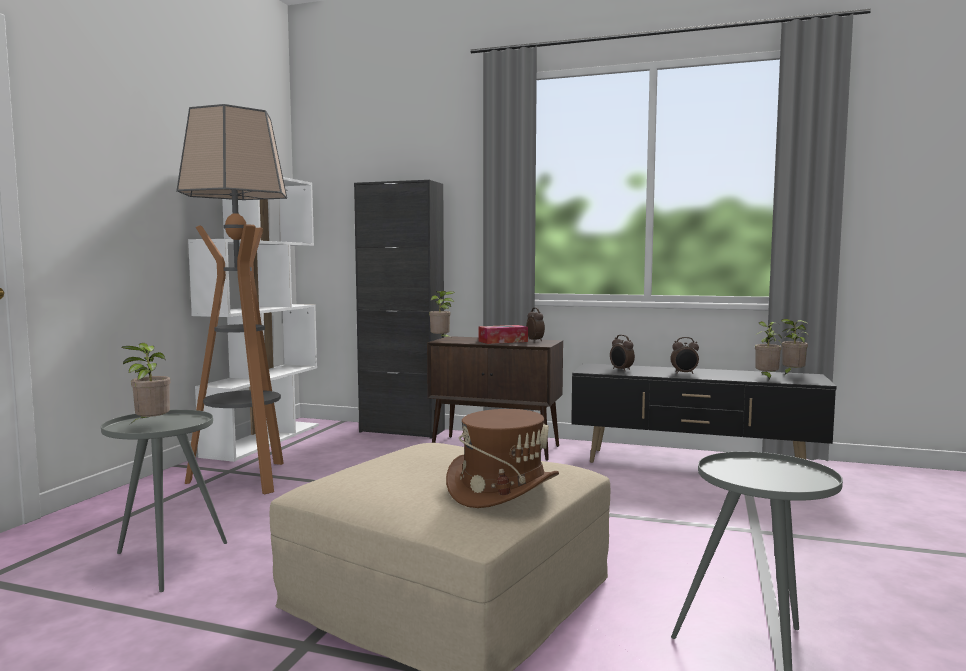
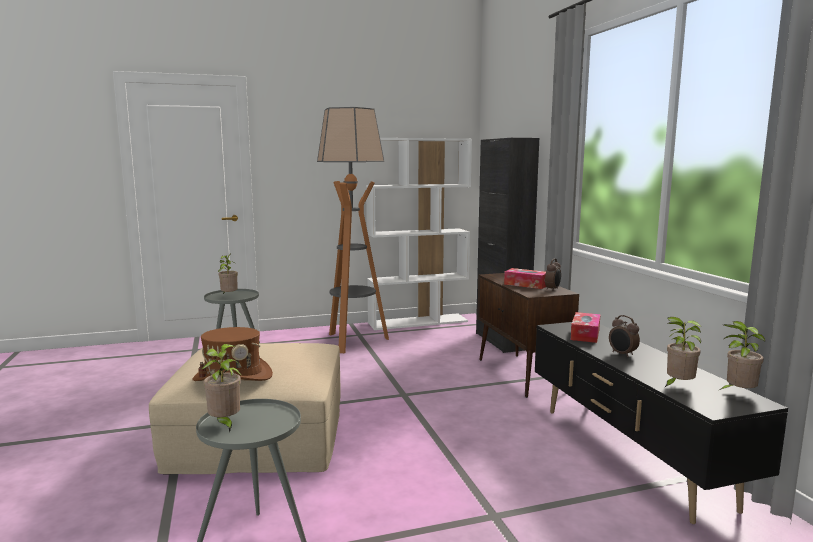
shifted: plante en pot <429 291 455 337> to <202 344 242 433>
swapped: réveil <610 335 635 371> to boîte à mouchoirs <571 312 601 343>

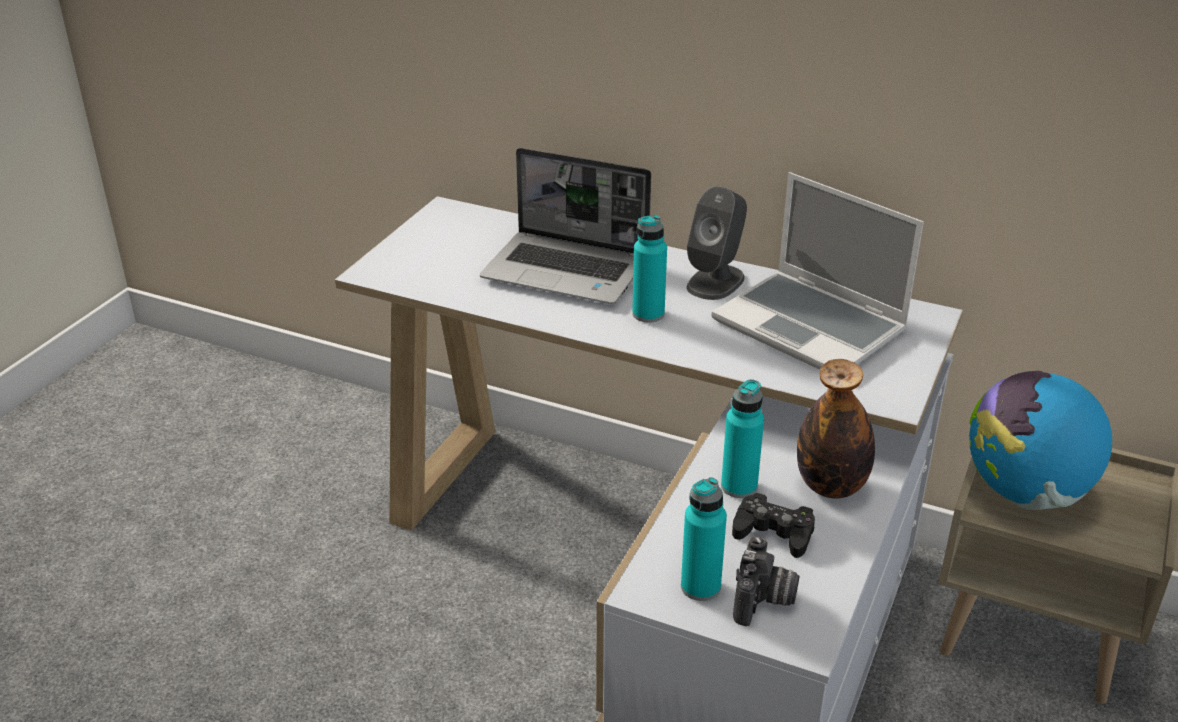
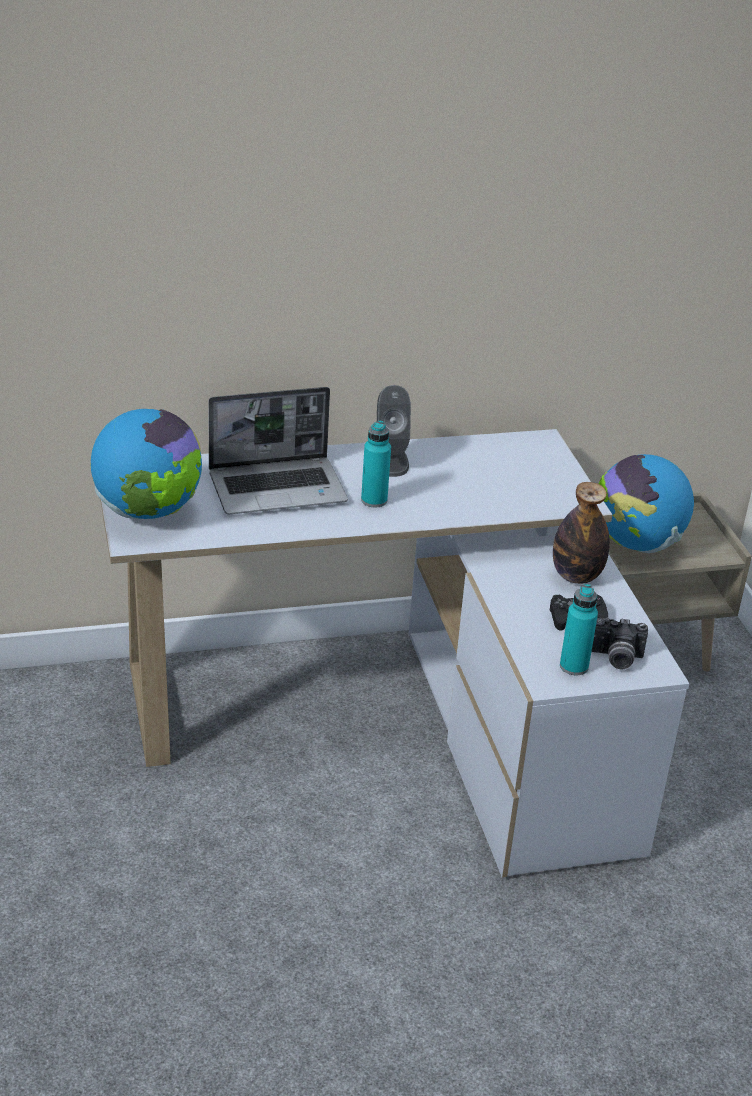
gone: ordinateur portable <712 172 924 370>; bouteille [turquoise] <721 379 764 498>
new: globe <91 409 202 519>
rotated: appareil photo <733 536 799 626> = <591 618 648 669> 120 degrees clockwise

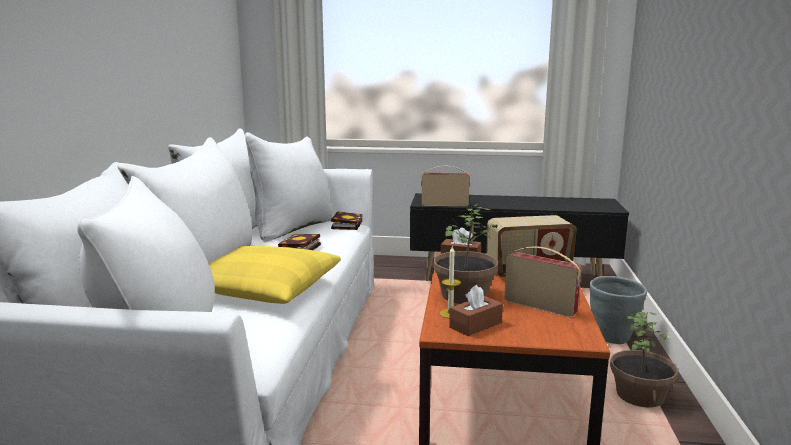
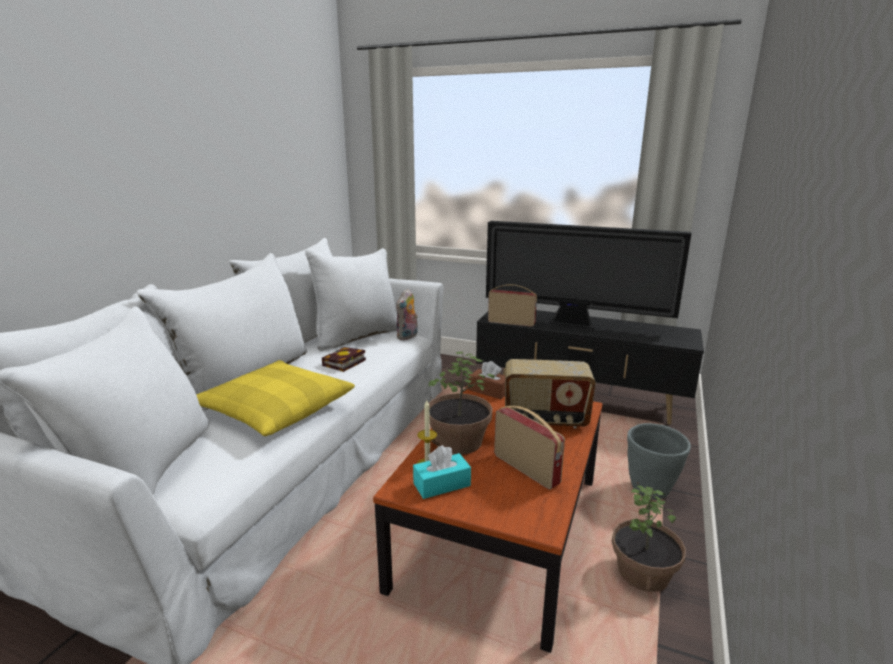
new: téléviseur <486 221 691 328>
swapped: livre <331 211 362 230> to peluche <396 288 418 340>
repainted: boîte à mouchoirs [marron] <449 285 503 336> to boîte à mouchoirs [turquoise] <413 445 471 499>

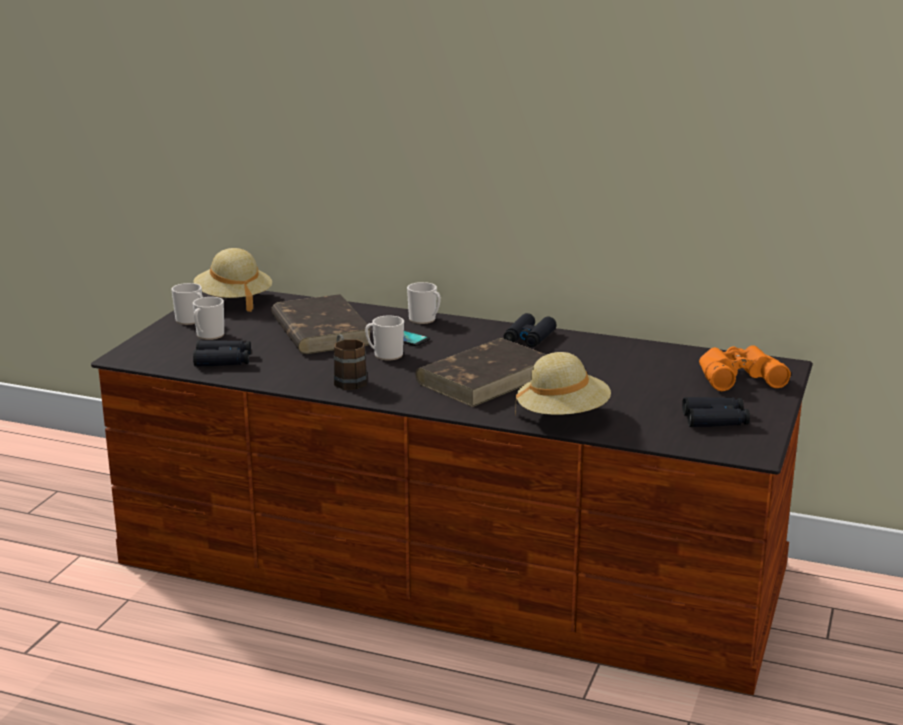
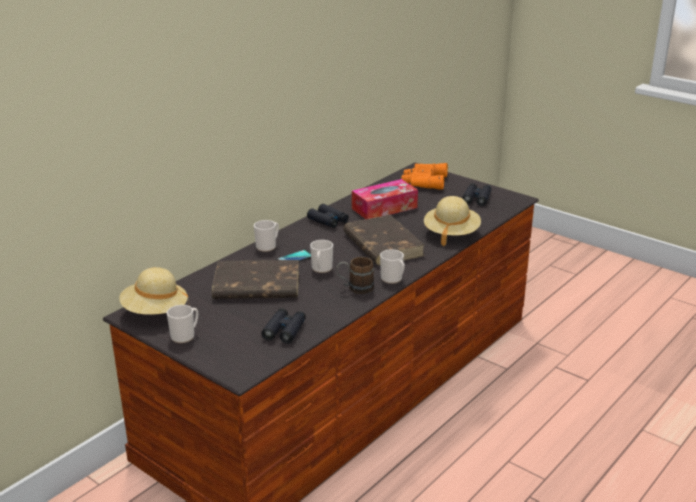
new: boîte à mouchoirs <352 179 418 219>
shifted: mug <193 297 224 340> to <380 250 405 284>

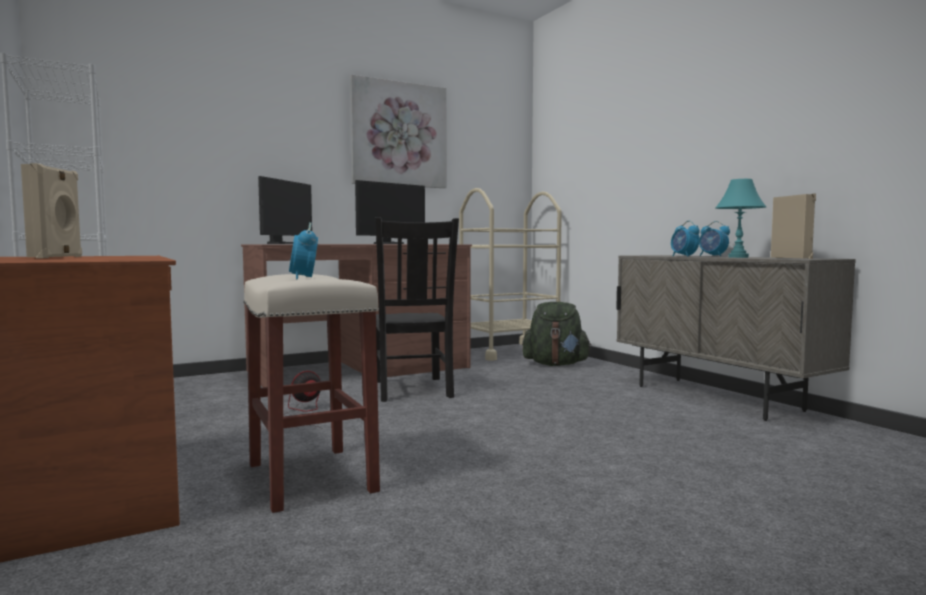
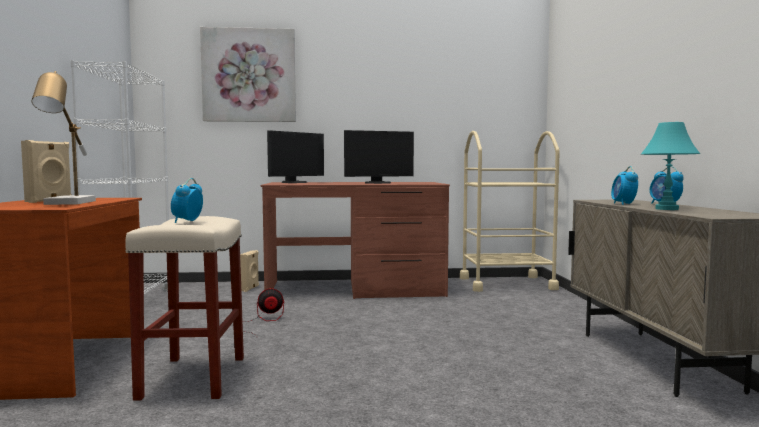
gone: chaise [noir] <375 217 459 402>; sac à dos [vert] <522 302 591 366>
new: lampe de table <32 71 96 205>
shifted: tableau <350 74 447 188> to <200 27 296 122>; enceinte [beige] <771 194 816 259> to <240 250 259 292>

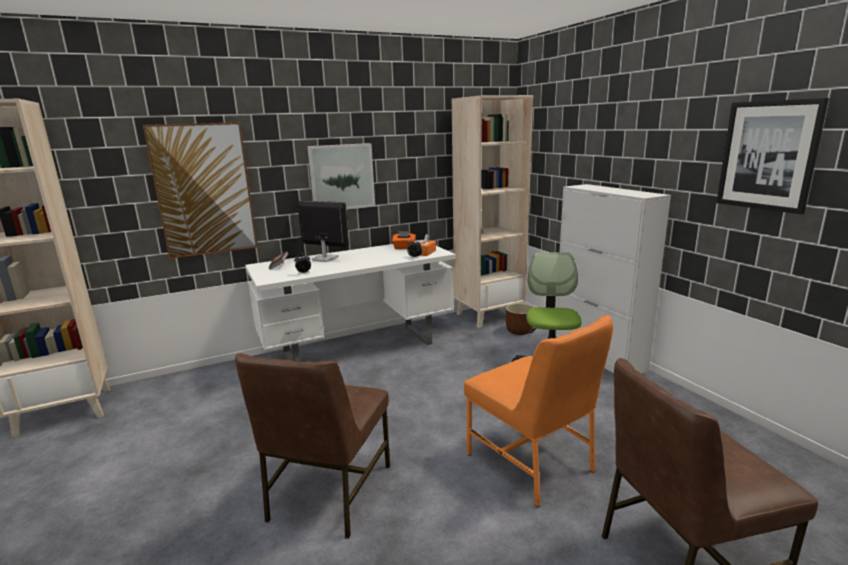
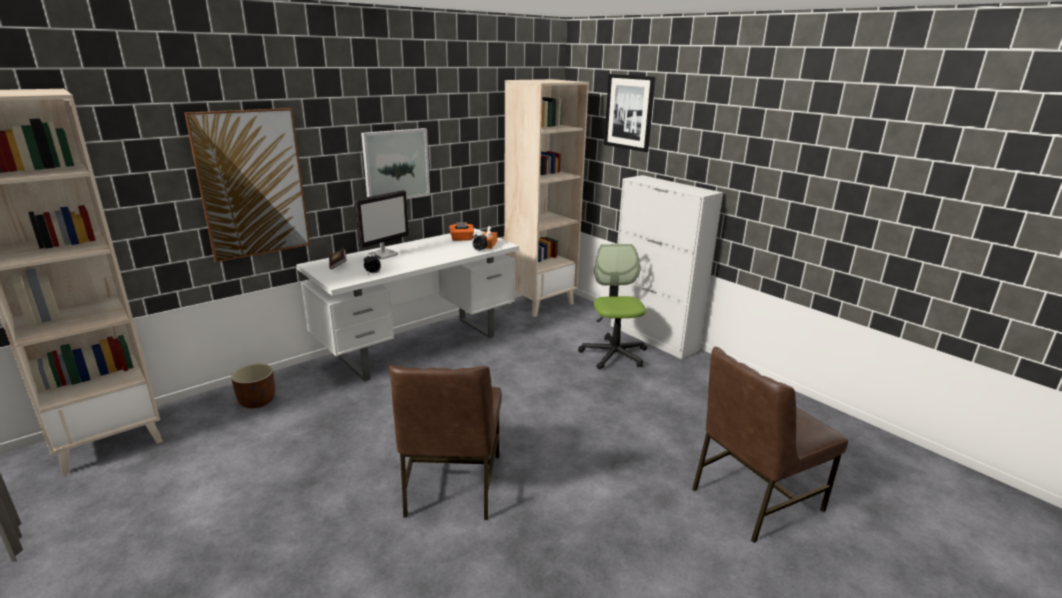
gone: chaise [orange] <464 315 613 507>
shifted: tableau <716 98 829 214> to <604 74 655 152>; cache-pot [marron] <506 303 534 335> to <231 364 275 409>
rotated: écran d'ordinateur <297 200 349 262> = <354 190 409 259> 120 degrees clockwise

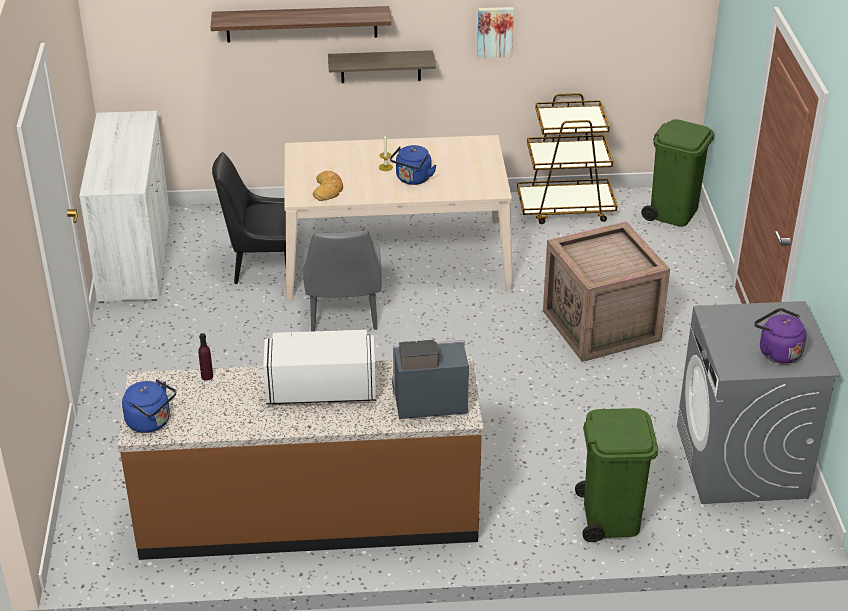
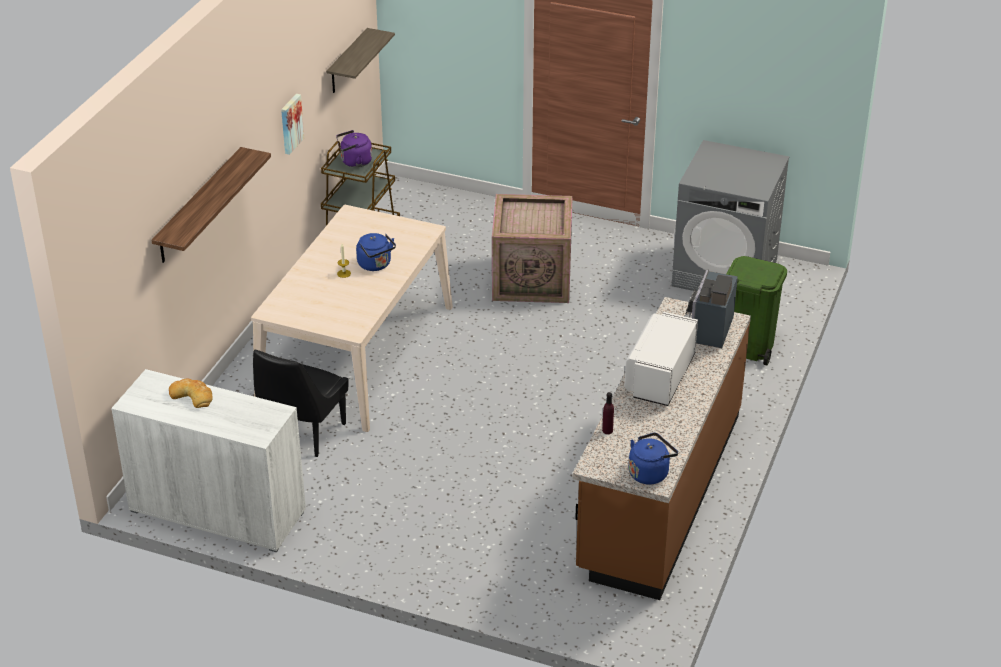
gone: poubelle [vert] <641 119 714 227>; chaise [gris] <303 231 382 332>
shifted: étagère <328 50 436 83> to <326 28 395 93>; pain <313 171 343 201> to <169 379 213 408>; bouilloire [violet] <754 308 806 364> to <336 130 372 167>

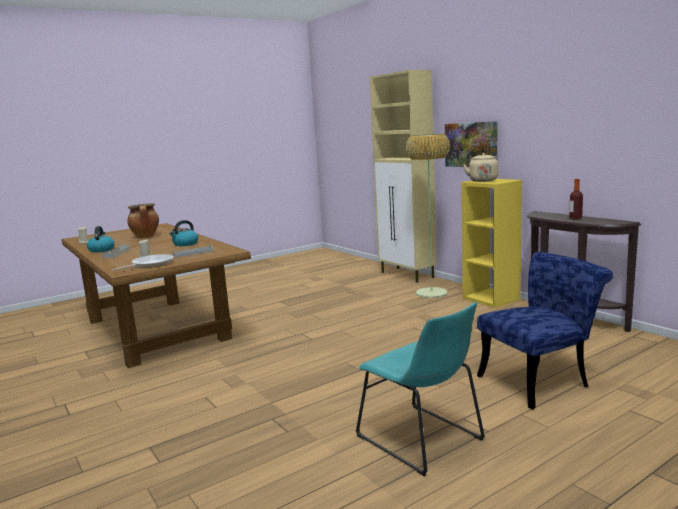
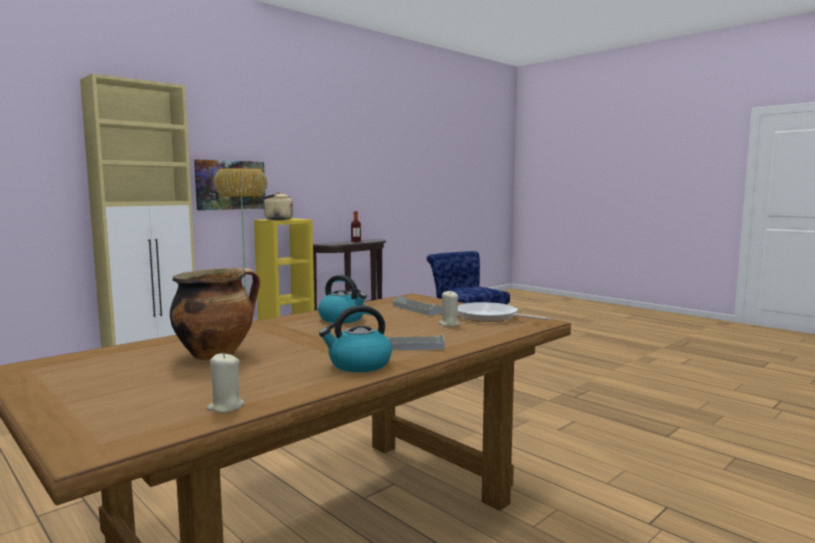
gone: chaise [turquoise] <356 302 485 476>

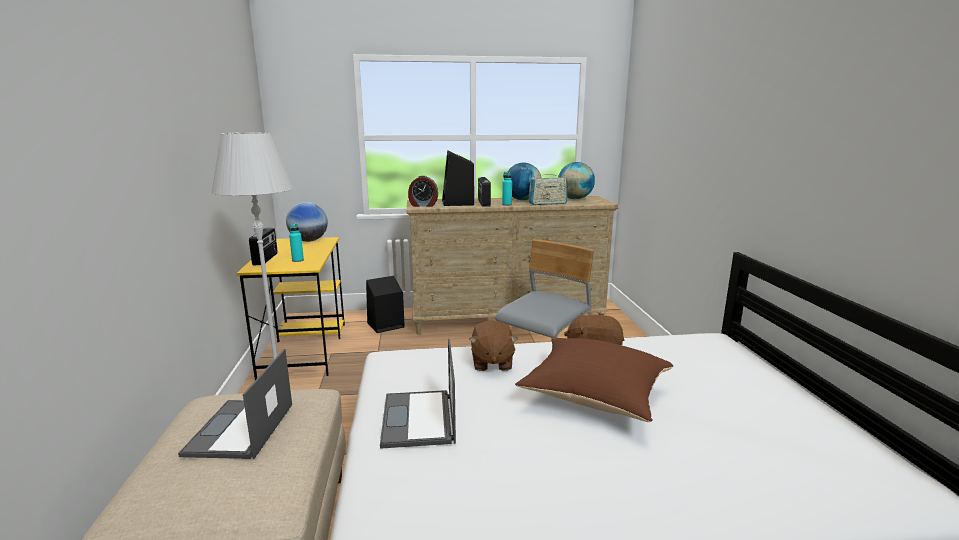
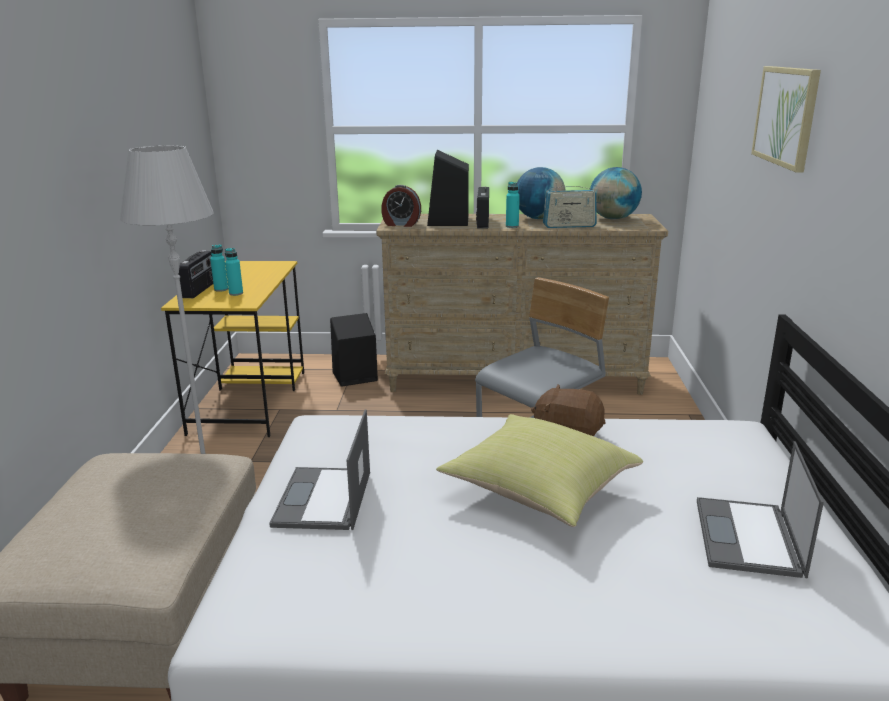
gone: globe <286 202 328 242>; peluche [marron] <469 320 518 371>
new: tableau <751 66 821 173>; bouteille [turquoise] <210 244 228 292>
shifted: ordinateur portable <178 349 292 459> to <697 441 824 578>
repainted: coussin [marron] <515 338 673 422> to coussin [jaune] <436 414 643 527>

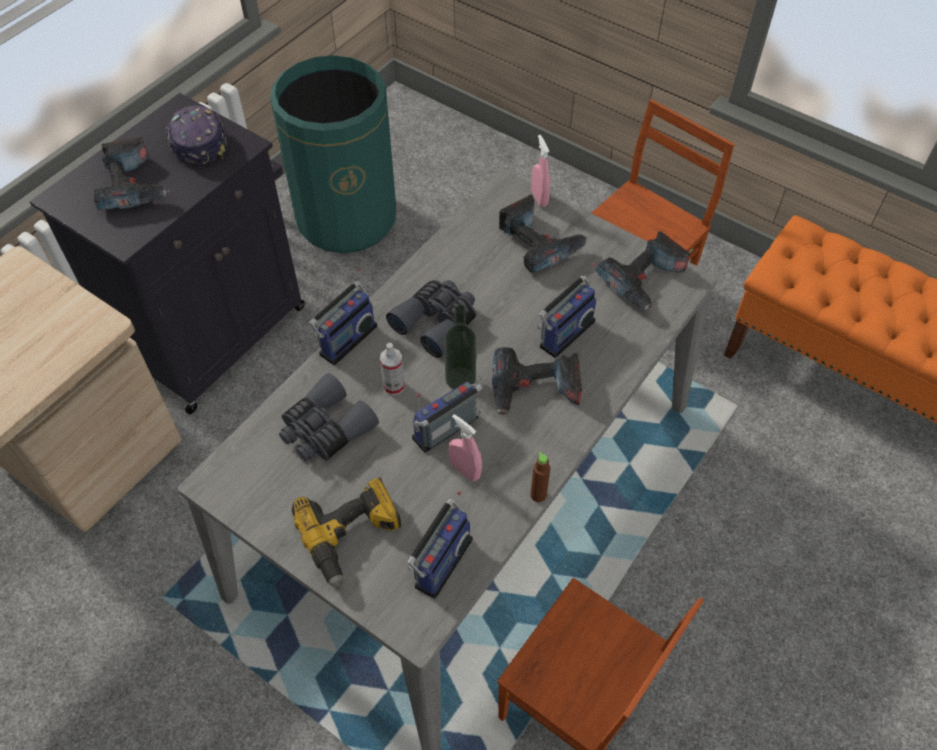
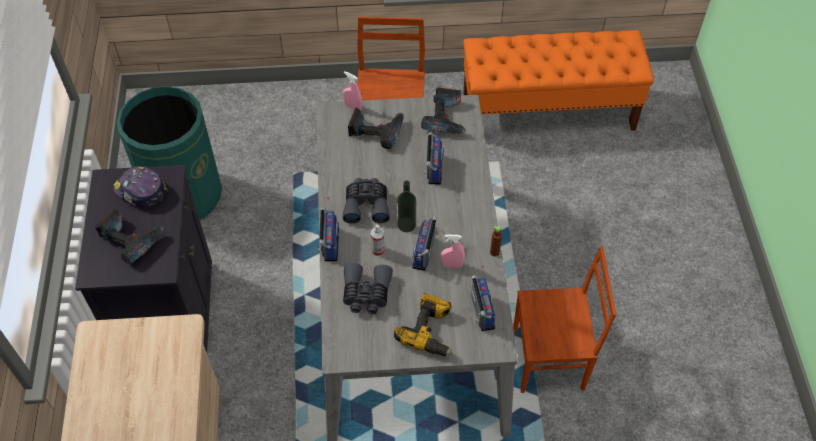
gone: perceuse <492 347 582 417>

